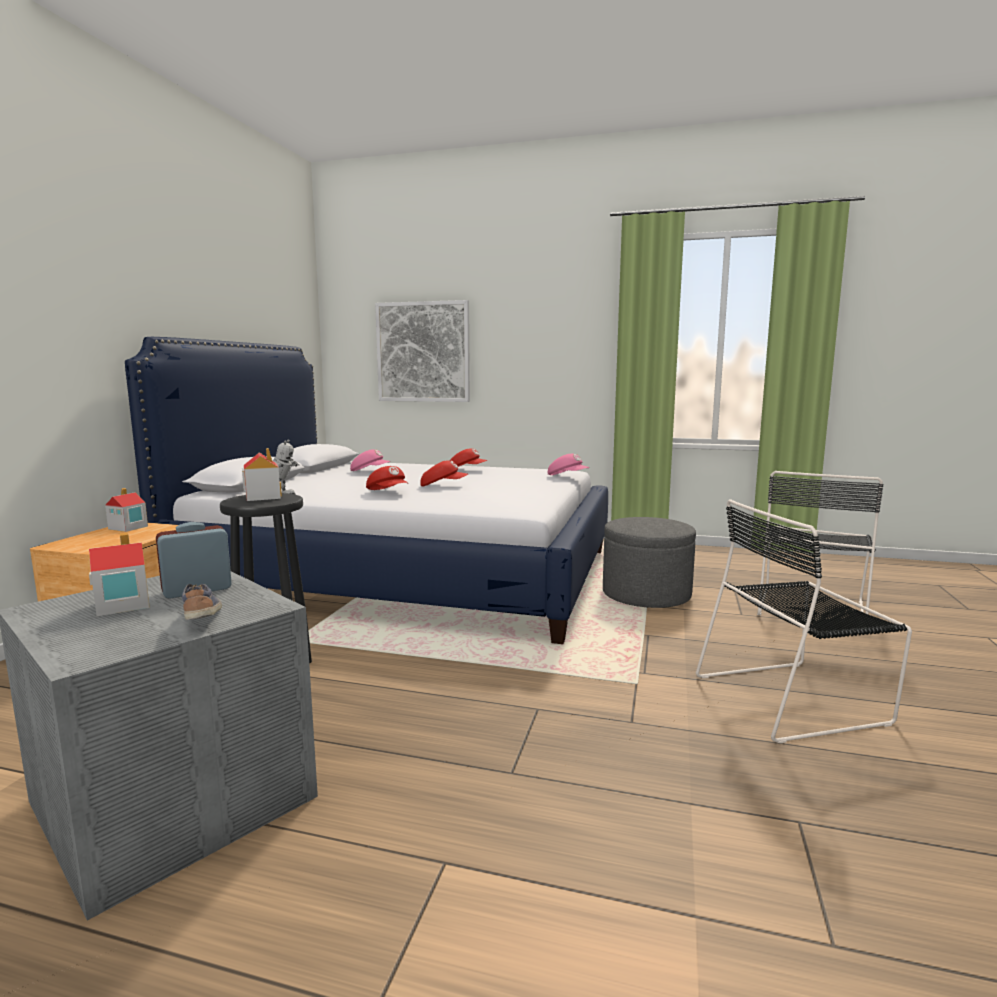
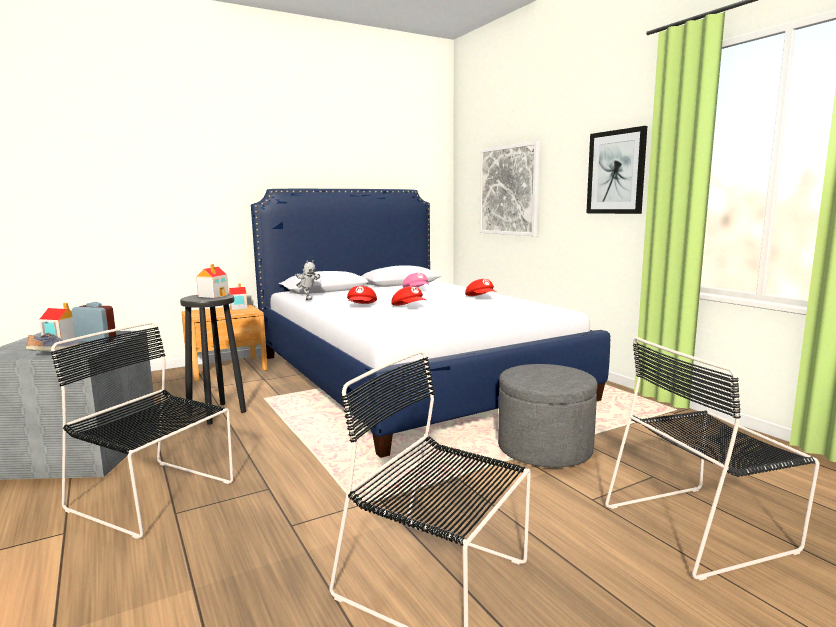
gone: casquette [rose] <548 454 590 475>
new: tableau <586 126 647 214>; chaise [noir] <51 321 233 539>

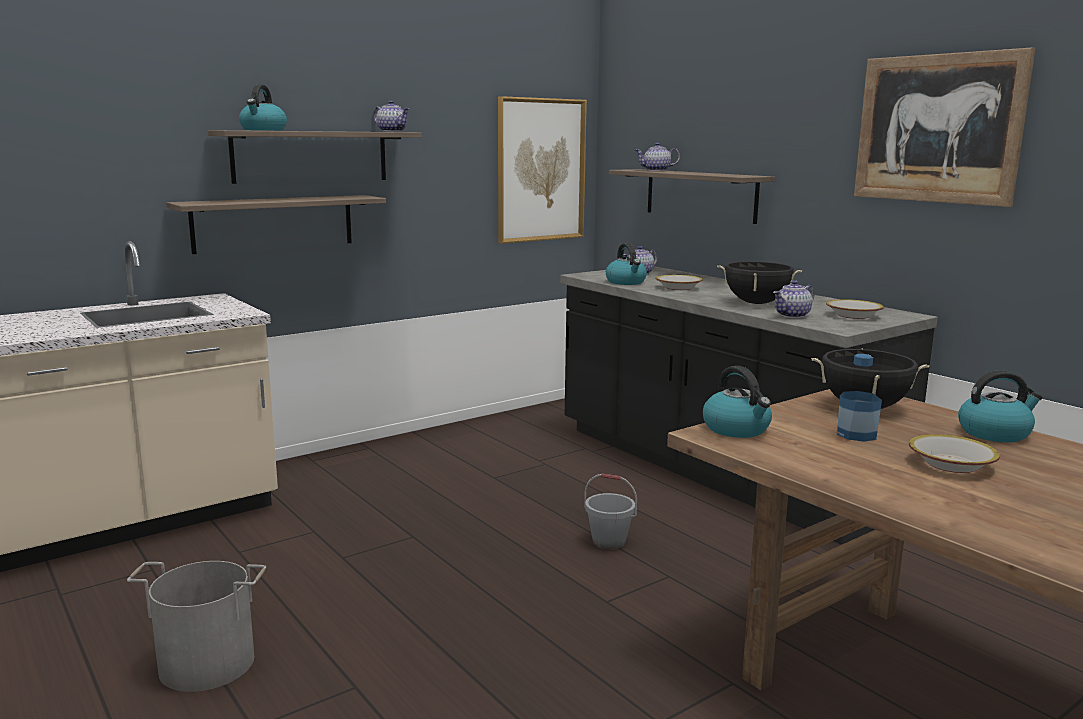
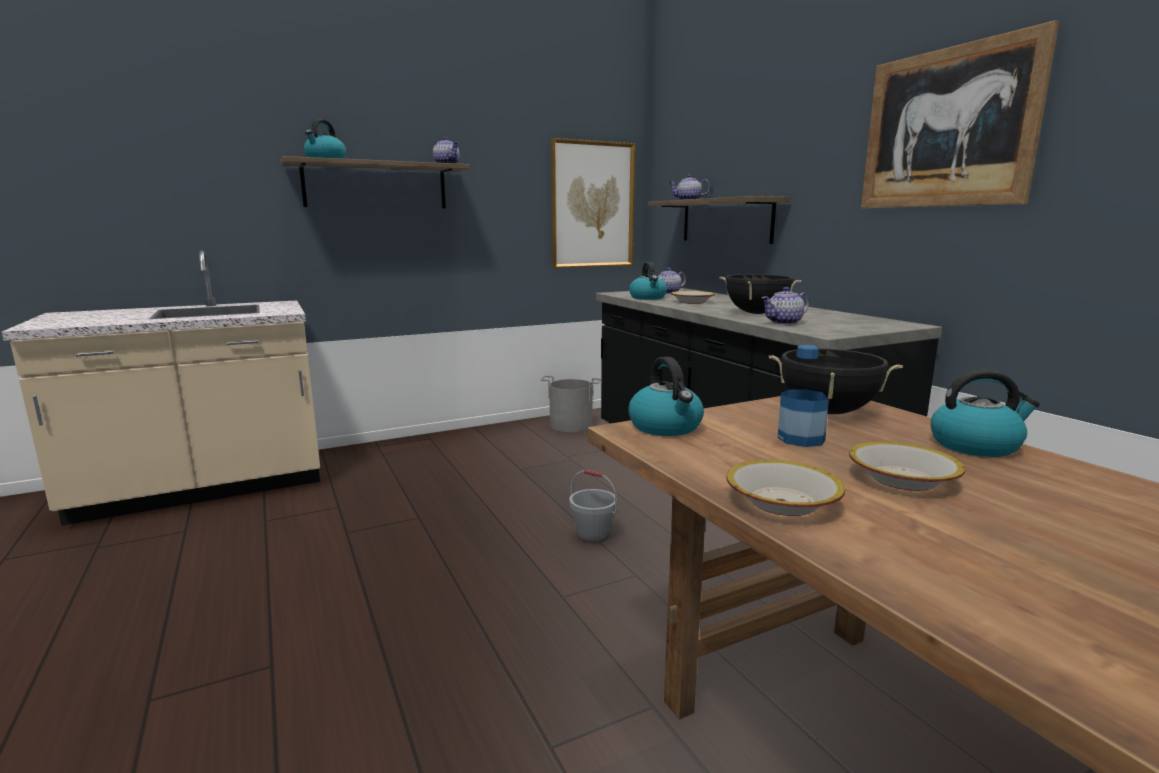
gone: étagère <166 195 386 254>
shifted: bol <826 299 884 319> to <726 460 845 516>; seau [gris] <127 561 266 692> to <540 376 601 432>

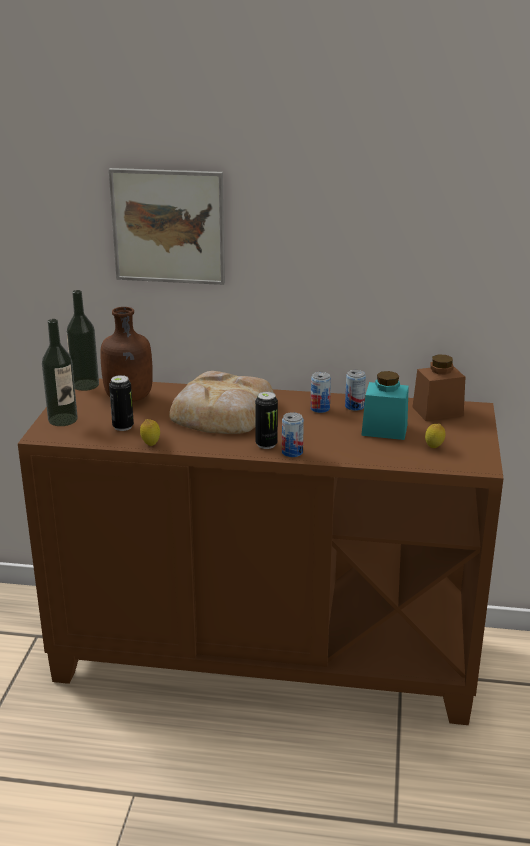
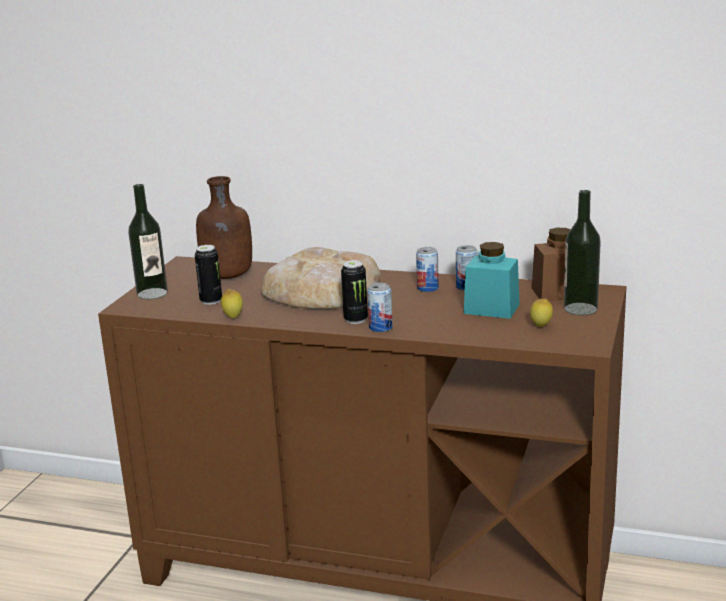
gone: tableau <108 168 225 285>
shifted: bouteille <67 290 99 391> to <564 190 601 316>

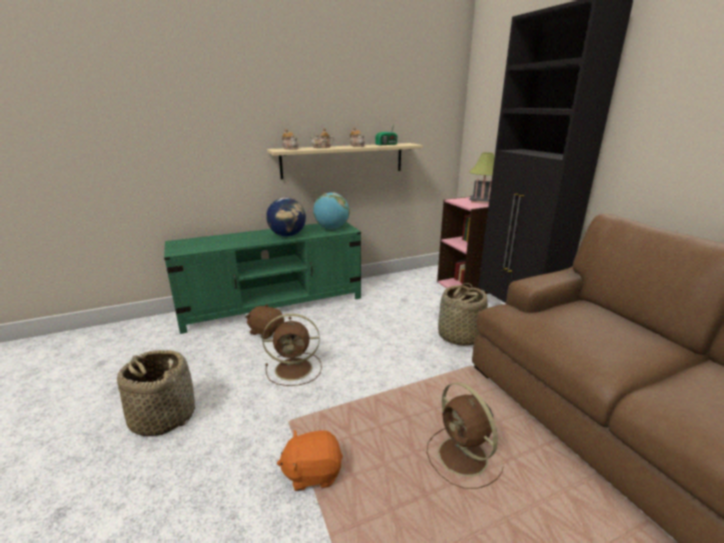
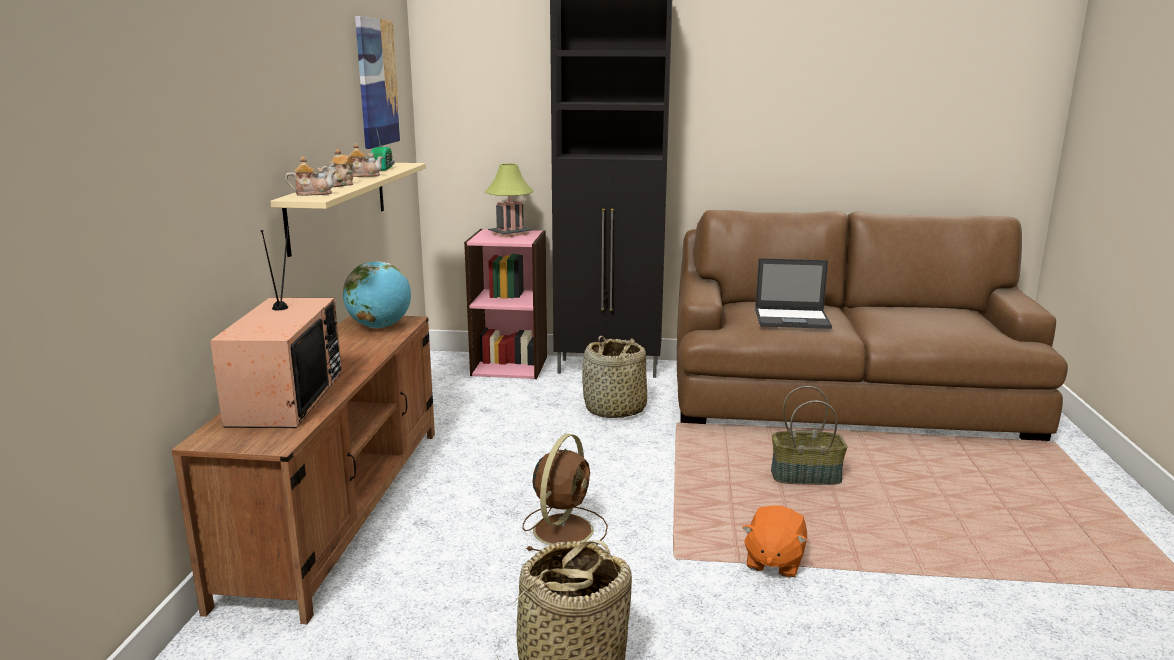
gone: globe <266 198 306 237>; peluche [marron] <246 304 284 339>
new: tableau <355 16 401 149>; téléviseur <210 226 342 428>; ordinateur portable <755 258 832 329>
swapped: ventilateur [marron] <427 382 504 489> to panier <771 386 847 485>
repainted: meuble télé [vert] <164 222 361 334> to meuble télé [marron] <172 315 435 624>

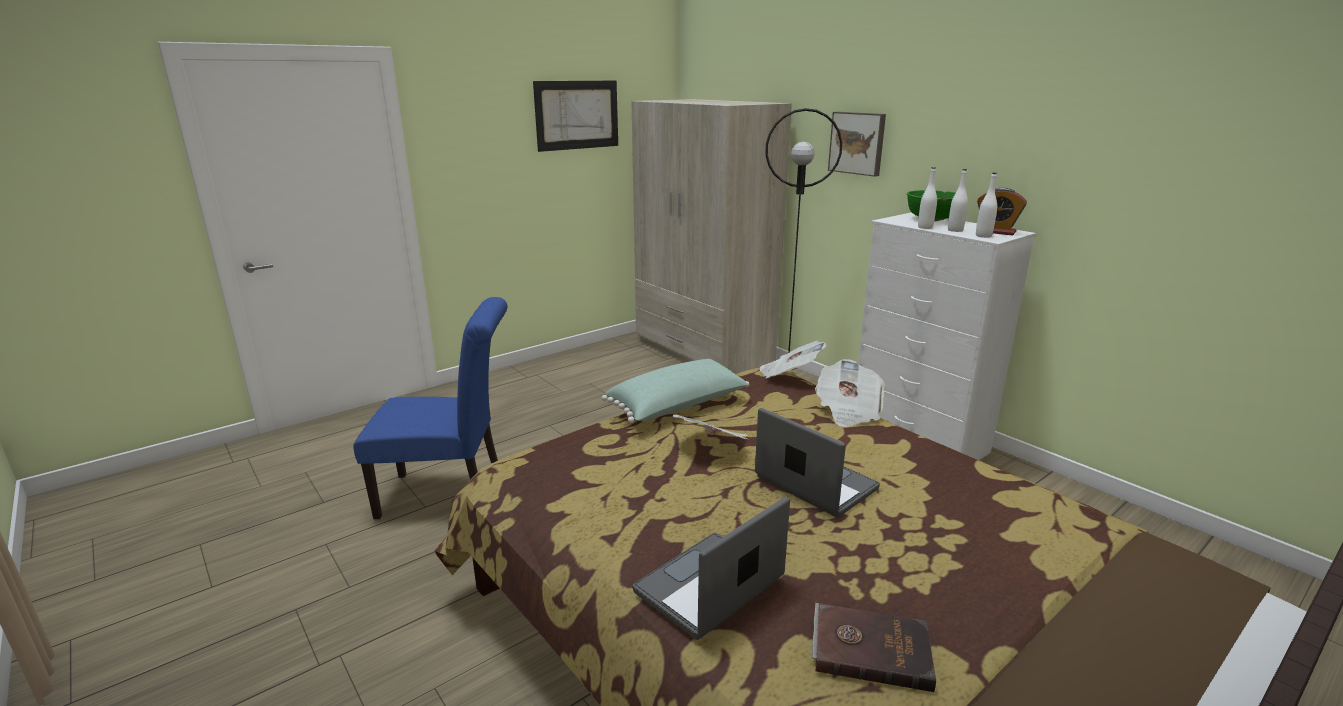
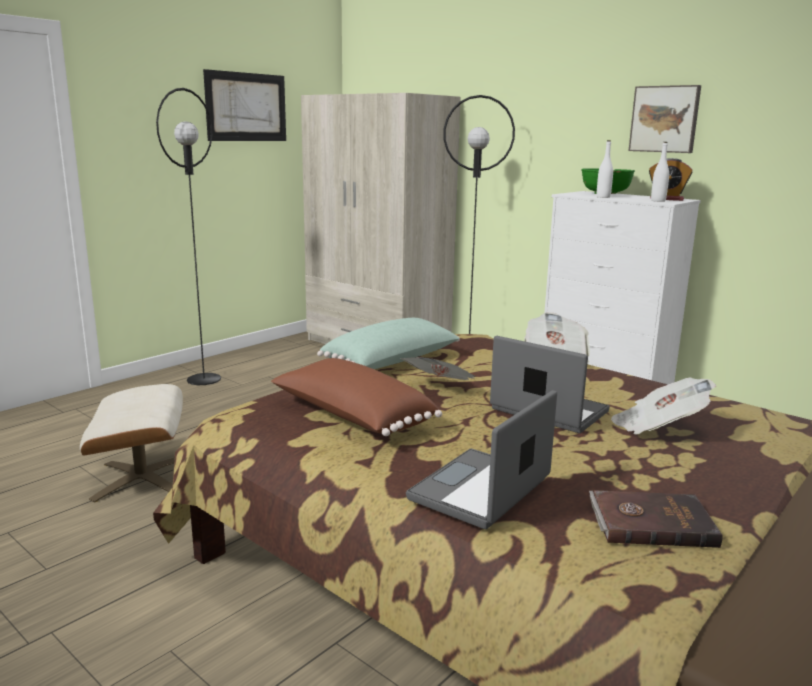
gone: bouteille [blanc] <948 169 968 232>
new: lampadaire [noir] <156 88 221 385>; coussin [marron] <271 358 442 436>
shifted: tableau <828 112 886 177> to <628 85 701 153>; journal <759 341 826 379> to <611 377 716 435>
swapped: chaise [bleu] <353 297 507 519> to pouf [beige] <80 384 183 503>

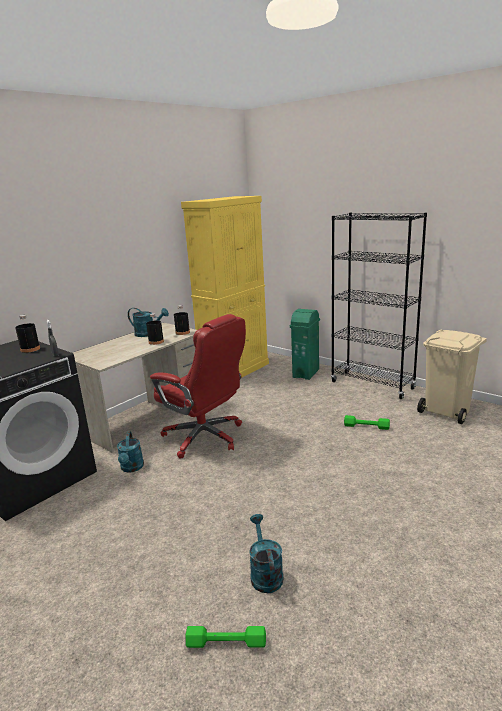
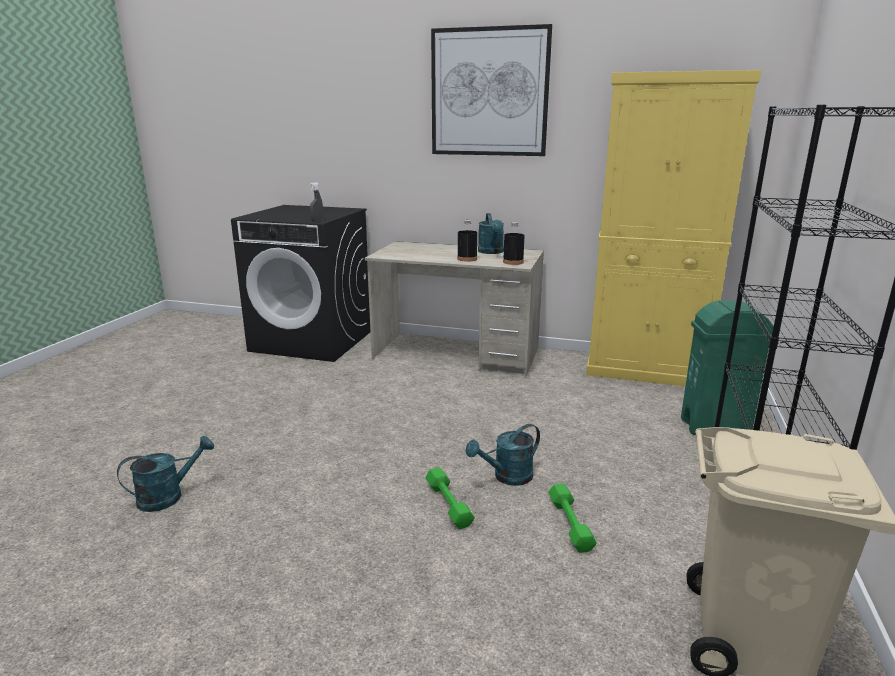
gone: chaise de bureau [rouge] <150 314 246 459>; bouteille [noir] <15 315 40 353>
new: tableau <431 24 552 156>
shifted: arrosoir [turquoise] <117 431 144 472> to <466 424 540 486>; haltère [vert] <185 626 266 648> to <425 467 475 529>

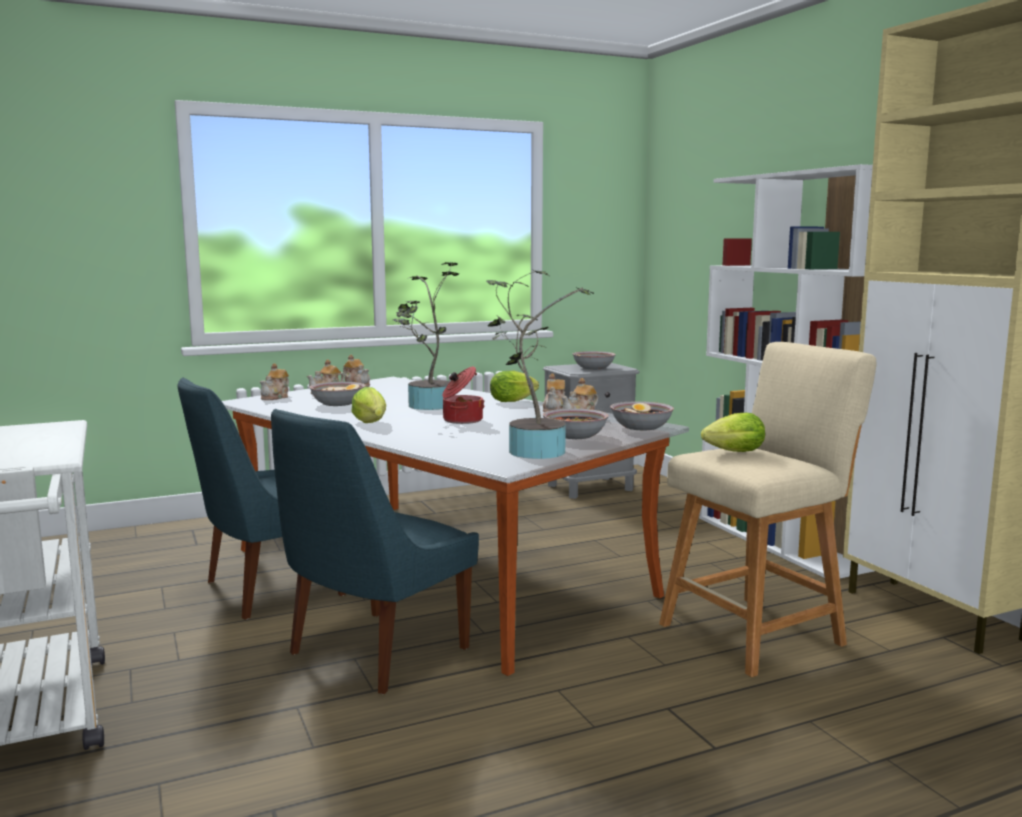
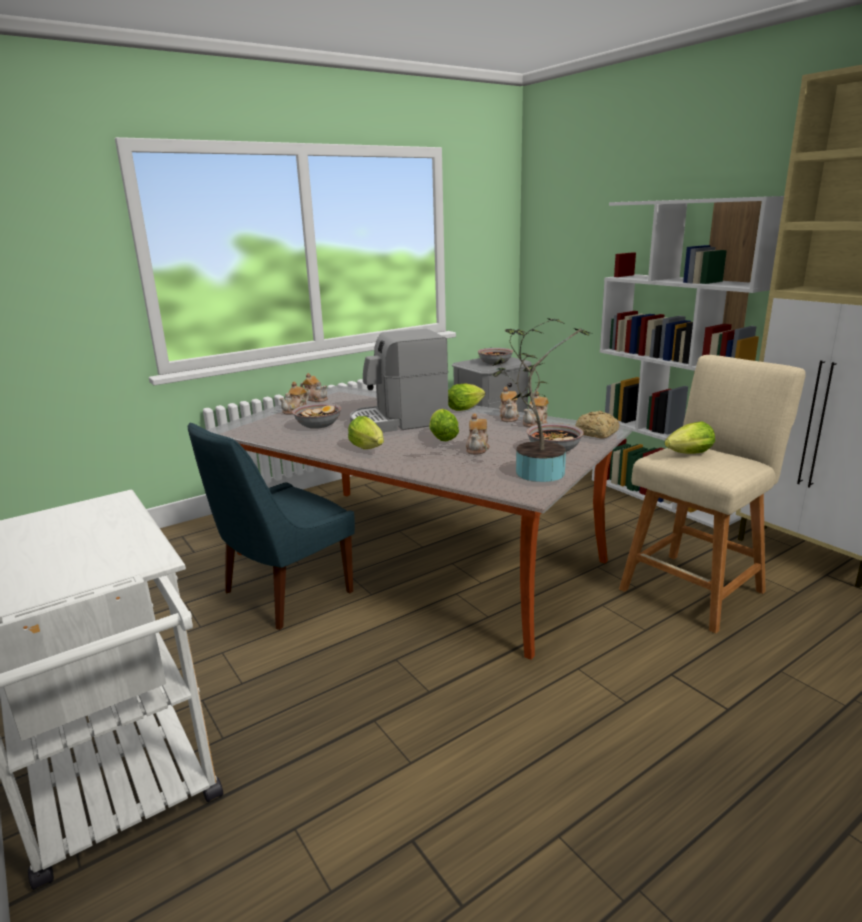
gone: chaise [bleu] <271 409 479 694>
shifted: théière <260 363 289 400> to <466 413 490 455>
swapped: plante en pot <393 262 459 410> to machine à café <350 329 449 432>; marmite <442 366 484 424> to laitue <429 409 459 441>; bol <610 401 674 431> to pain <576 411 620 439>

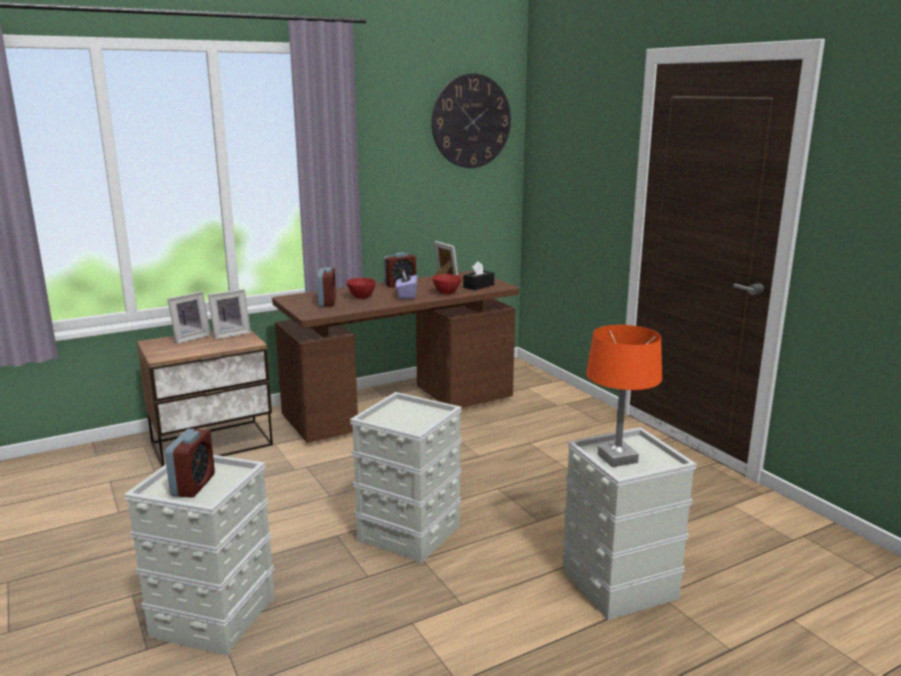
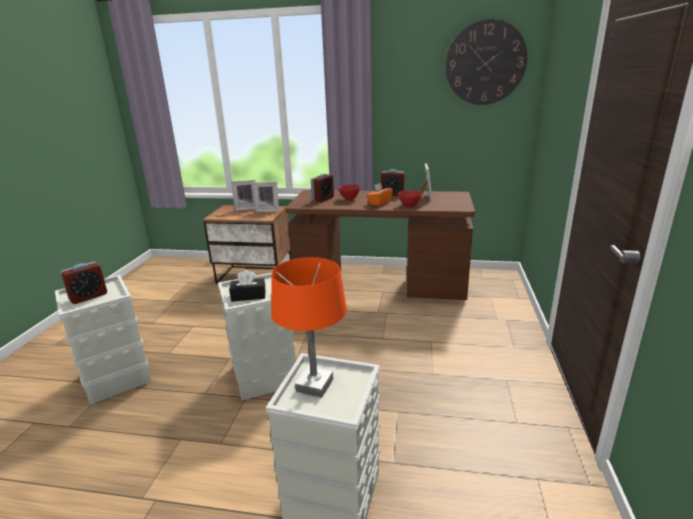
shifted: boîte à mouchoirs [noir] <463 261 494 290> to <229 270 266 302>
repainted: boîte à mouchoirs [violet] <396 271 418 299> to boîte à mouchoirs [orange] <367 183 393 206>

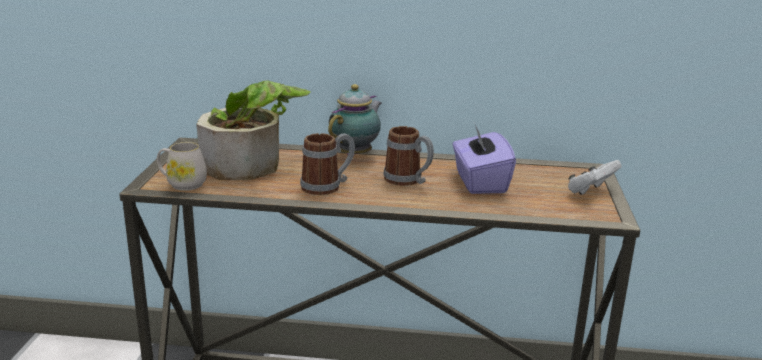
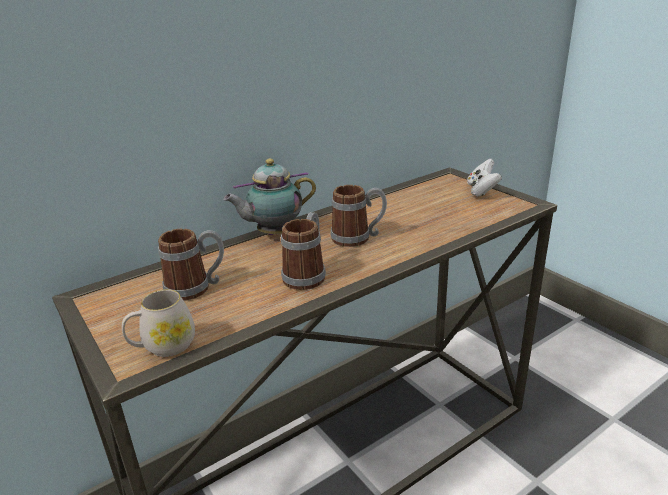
gone: boîte à mouchoirs [violet] <453 122 516 194>
swapped: plante en pot <196 80 311 180> to mug <158 228 224 301>
rotated: théière <328 84 382 155> = <223 159 316 235> 105 degrees counterclockwise

